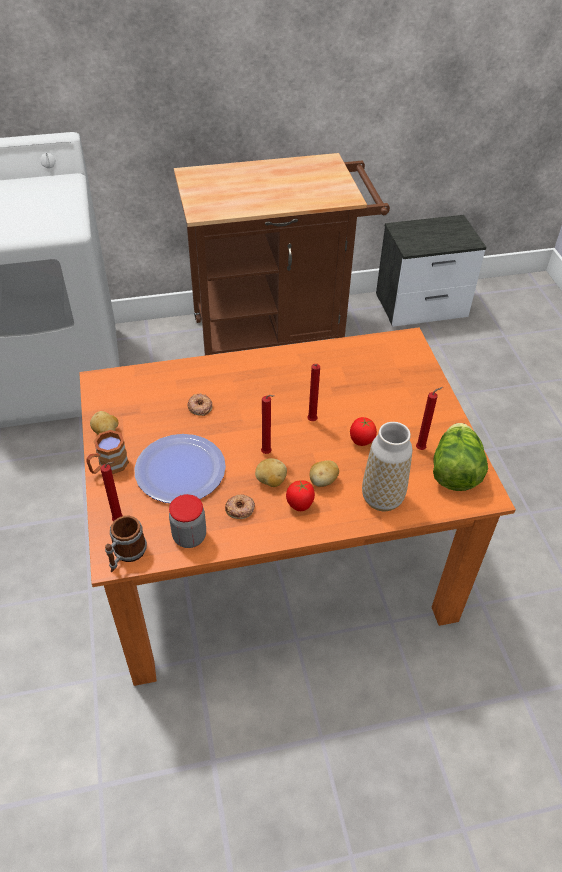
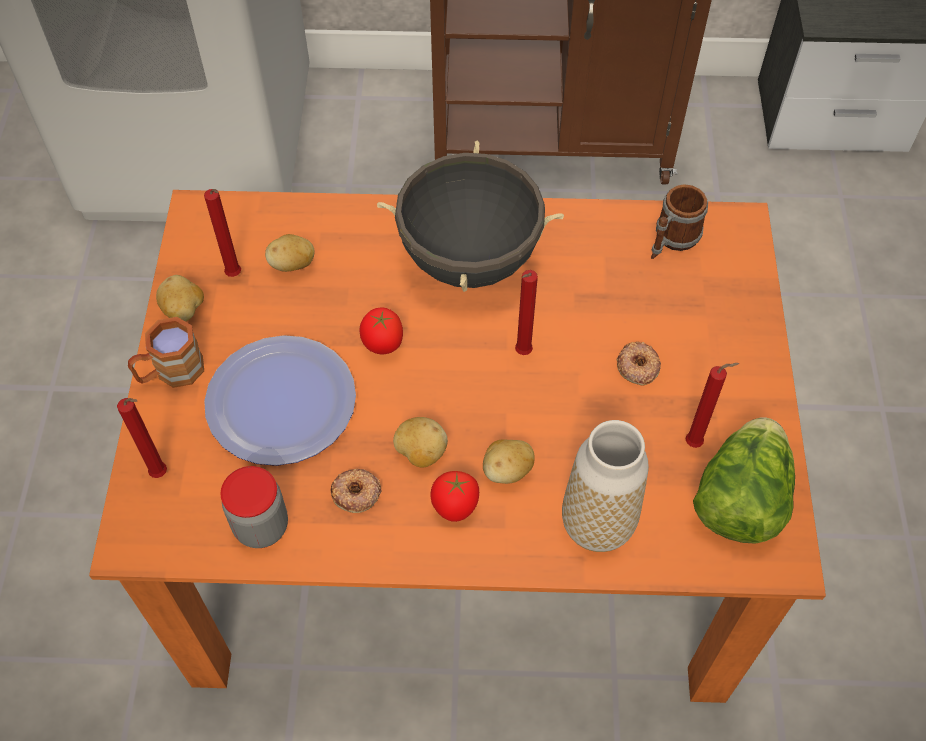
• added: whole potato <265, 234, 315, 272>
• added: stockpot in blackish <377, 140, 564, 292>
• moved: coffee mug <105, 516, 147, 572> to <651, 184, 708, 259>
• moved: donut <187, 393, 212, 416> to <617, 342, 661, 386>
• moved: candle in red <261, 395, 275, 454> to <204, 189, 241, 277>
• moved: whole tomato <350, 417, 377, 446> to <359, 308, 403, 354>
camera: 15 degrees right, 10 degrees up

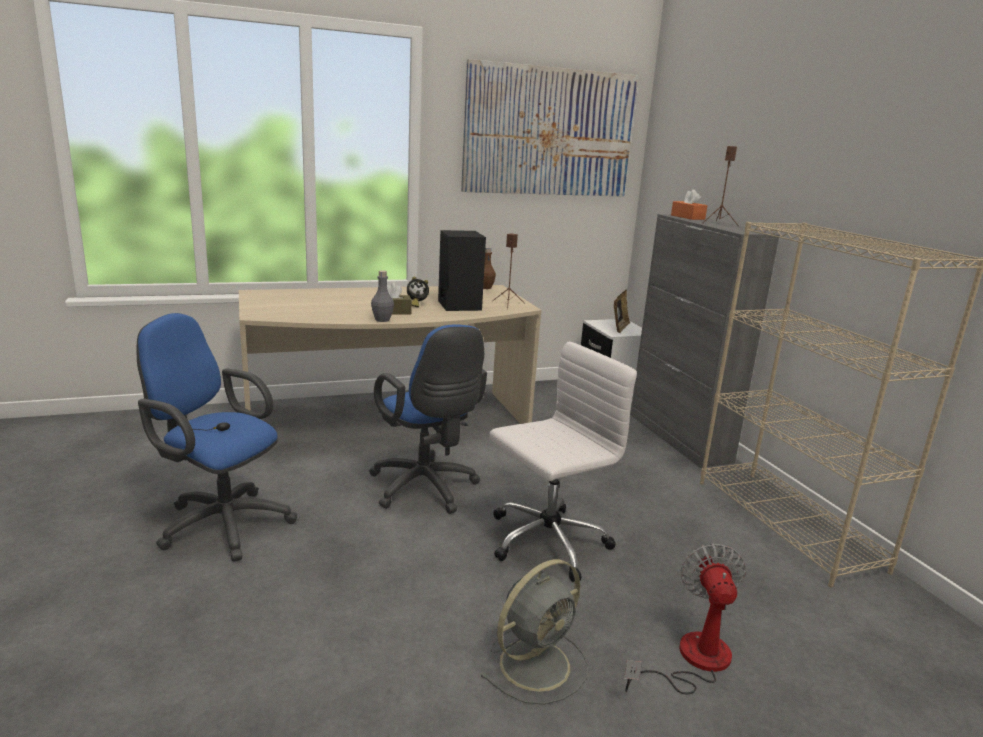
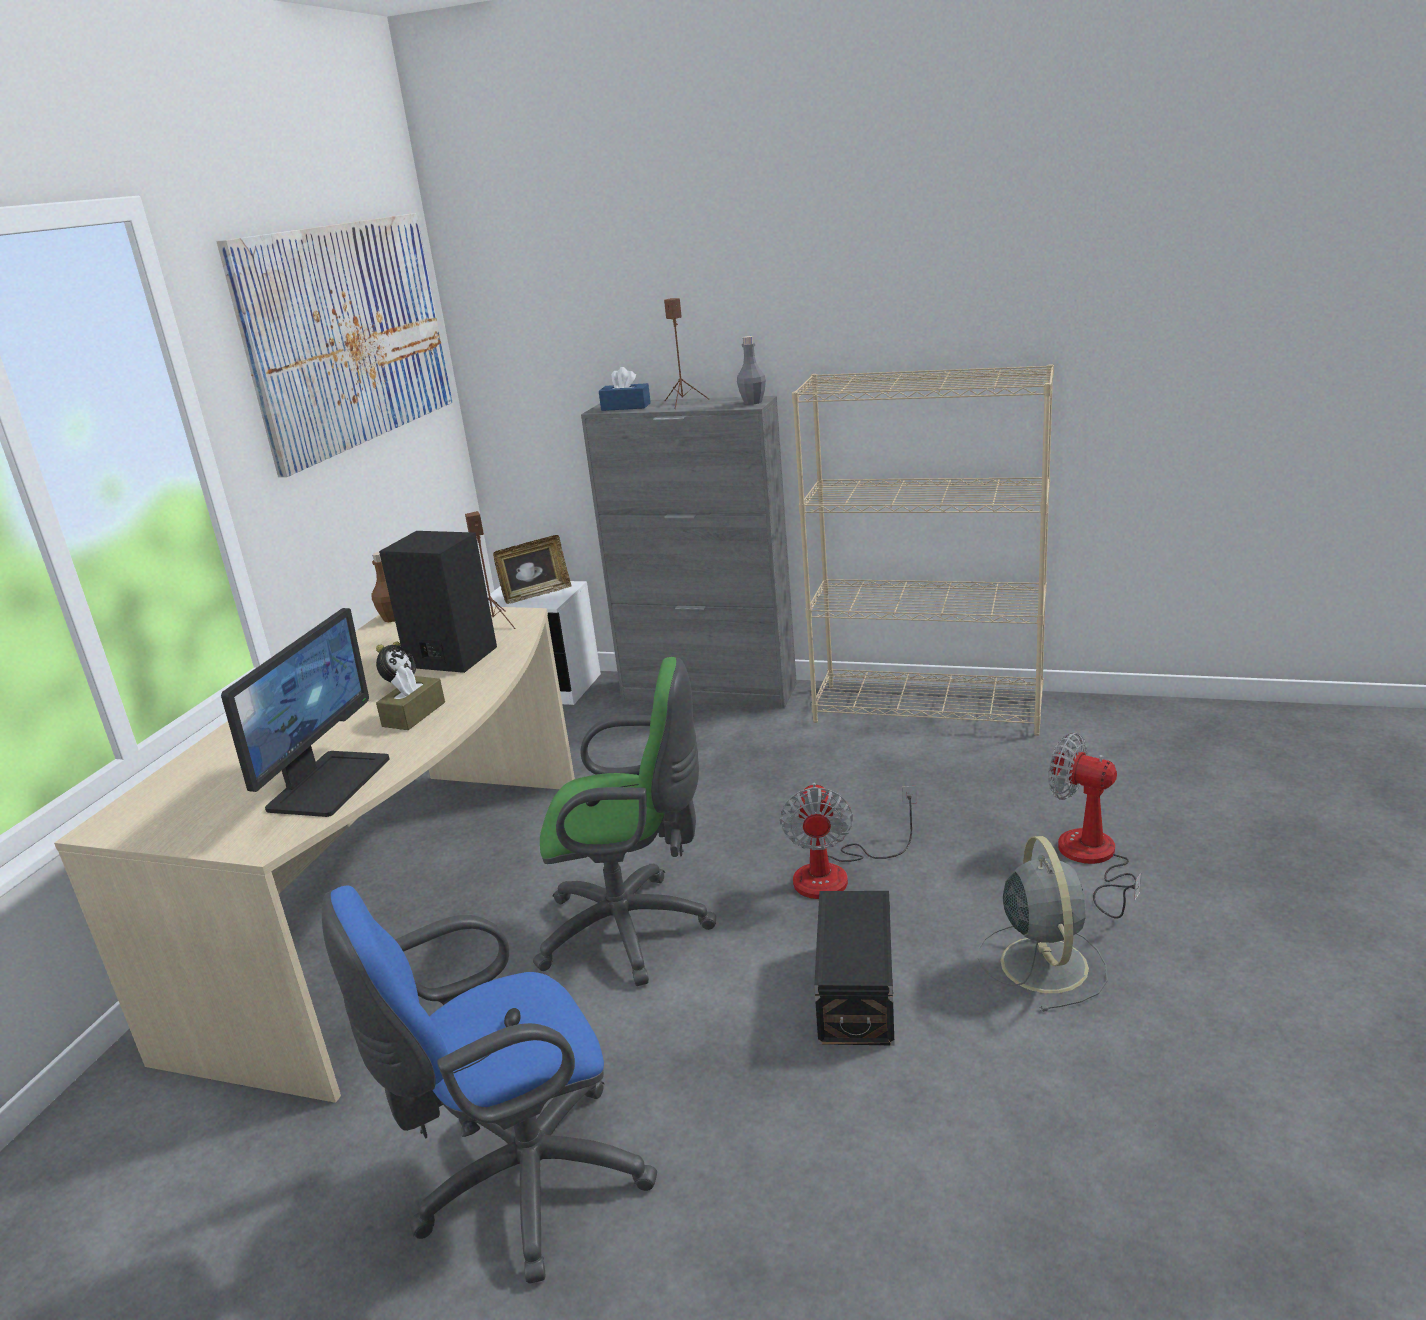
• added: computer screen <221, 608, 390, 817>
• added: storage container in blackish <814, 891, 895, 1046>
• moved: bottle in grey <371, 270, 394, 322> to <737, 336, 766, 405>
• replaced: desk chair in white <489, 342, 637, 582> to cooling fan <780, 783, 916, 899>
• recoloured: desk chair in blue-coloured <369, 325, 487, 514> to desk chair in green <533, 657, 716, 986>
• recoloured: tissue box in orange <671, 189, 707, 220> to tissue box in blue-coloured <599, 367, 651, 411>
• turned: picture frame <614, 290, 630, 333> = <493, 535, 572, 604> 90 degrees clockwise
camera: 50 degrees left, 5 degrees up

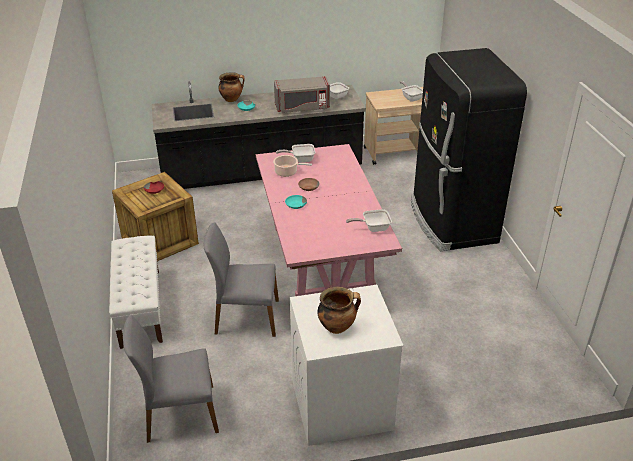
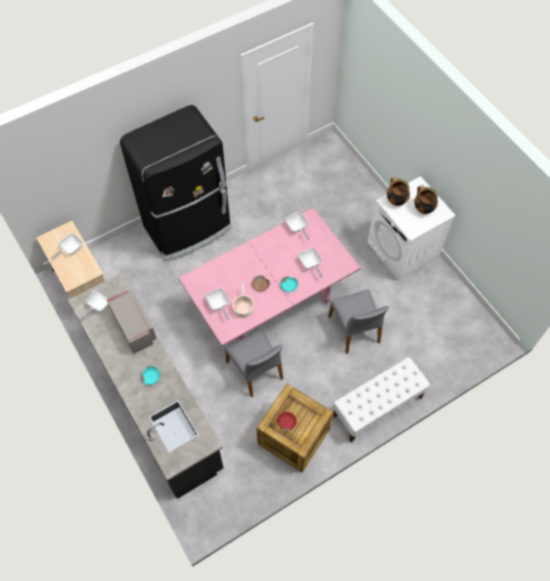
• added: pan <298, 248, 322, 277>
• moved: upright chair in grey <123, 315, 219, 443> to <225, 328, 283, 397>
• moved: stockpot <218, 72, 244, 102> to <387, 177, 410, 206>
camera: 110 degrees left, 25 degrees up

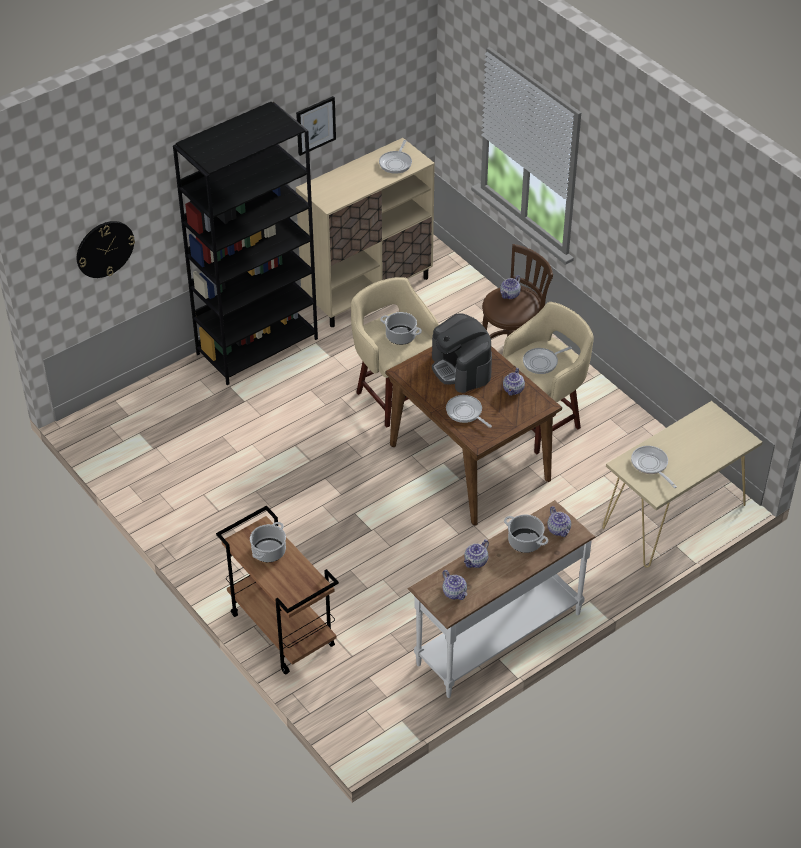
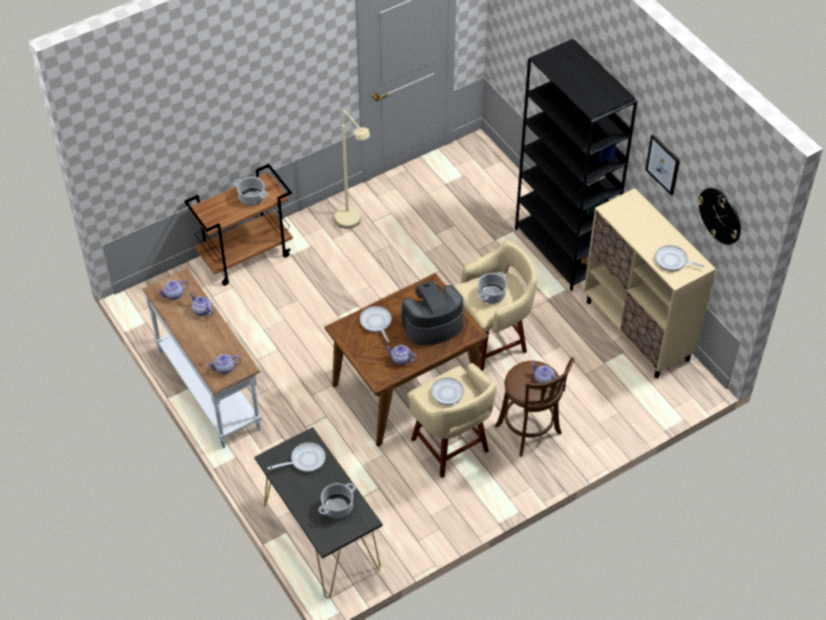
• added: standard lamp in beige-coloured <335, 109, 370, 229>
• moved: wall clock <77, 221, 135, 278> to <697, 188, 741, 245>
• moved: stockpot <504, 515, 548, 553> to <319, 483, 355, 518>
• recoloured: hall table in beige-coloured <602, 401, 762, 568> to hall table in blackish <254, 427, 383, 599>
• turned: pan <446, 395, 492, 428> = <360, 306, 392, 343> 75 degrees counterclockwise
camera: 95 degrees right, 5 degrees up

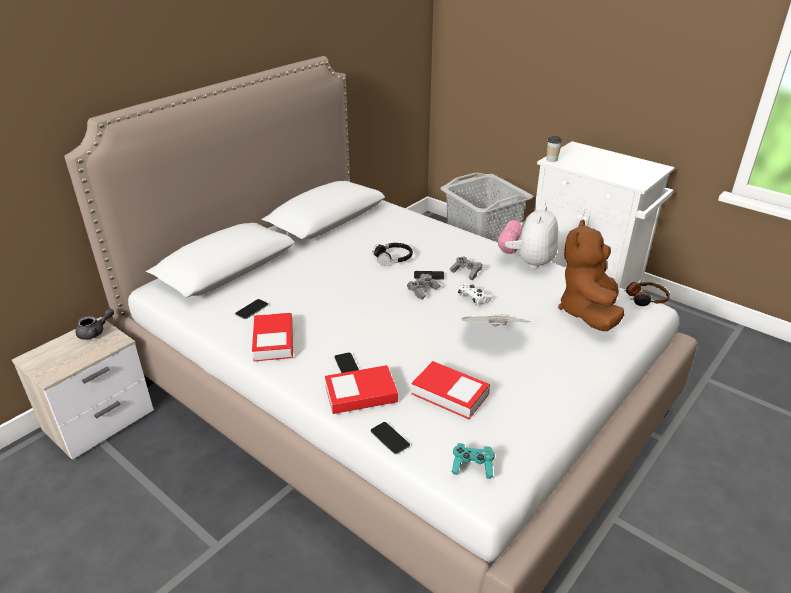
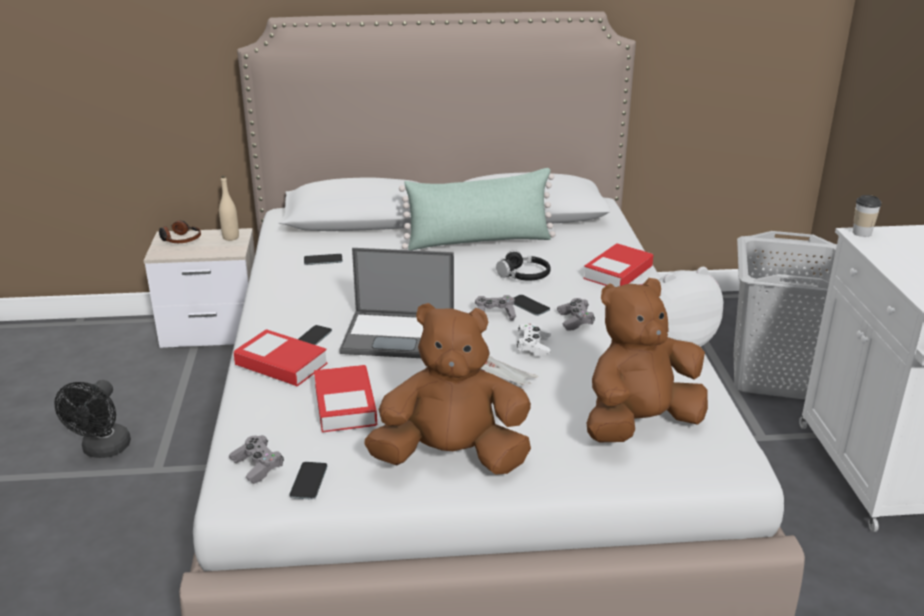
• added: cooling fan in blackish <54, 380, 131, 458>
• added: portable computer <339, 248, 454, 358>
• added: cuddly toy in brown <364, 303, 531, 475>
• added: pillow in green <399, 168, 556, 250>
• moved: book <252, 313, 293, 362> to <583, 243, 653, 287>
• moved: telephone <371, 422, 410, 454> to <289, 462, 327, 500>
• moved: headset <625, 282, 670, 306> to <159, 220, 201, 243>
• replaced: pot for tea in grey <75, 308, 114, 340> to bottle in beige-coloured <219, 176, 239, 241>
• recoloured: joypad in turquoise-coloured <451, 443, 495, 479> to joypad in grey <229, 435, 284, 484>
camera: 45 degrees right, 5 degrees down

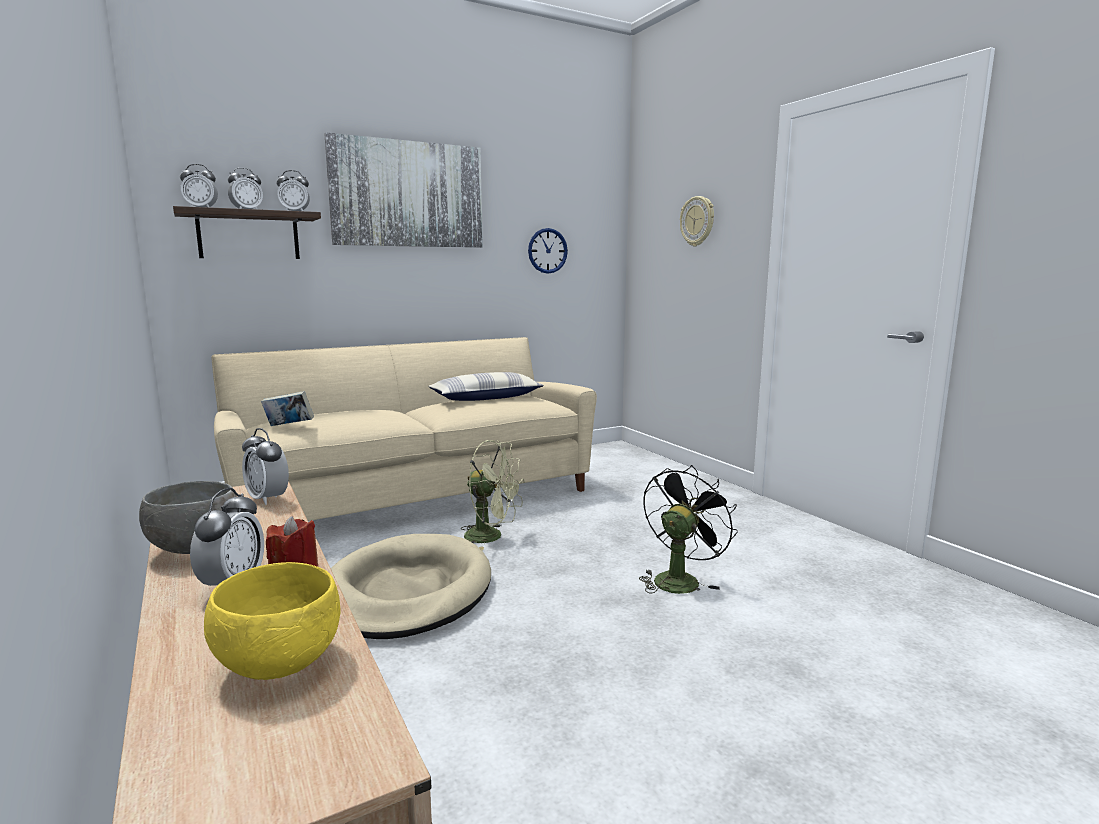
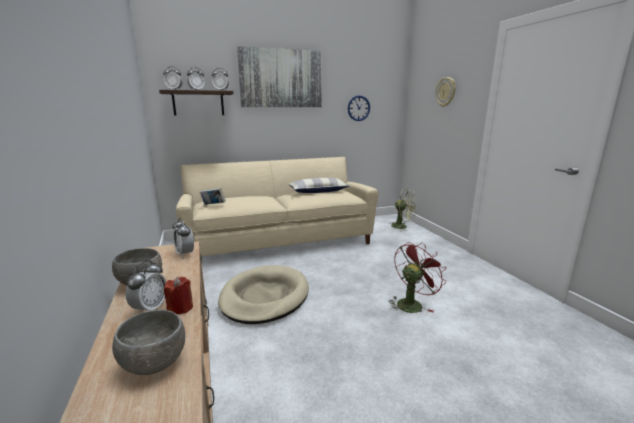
• moved: cooling fan in green <461, 440, 525, 550> to <391, 189, 417, 231>
• recoloured: serving bowl in yellow-coloured <204, 562, 341, 680> to serving bowl in grey <112, 310, 185, 375>
• recoloured: cooling fan in blackish <639, 465, 738, 594> to cooling fan in red <389, 242, 446, 313>
camera: 10 degrees right, 5 degrees up

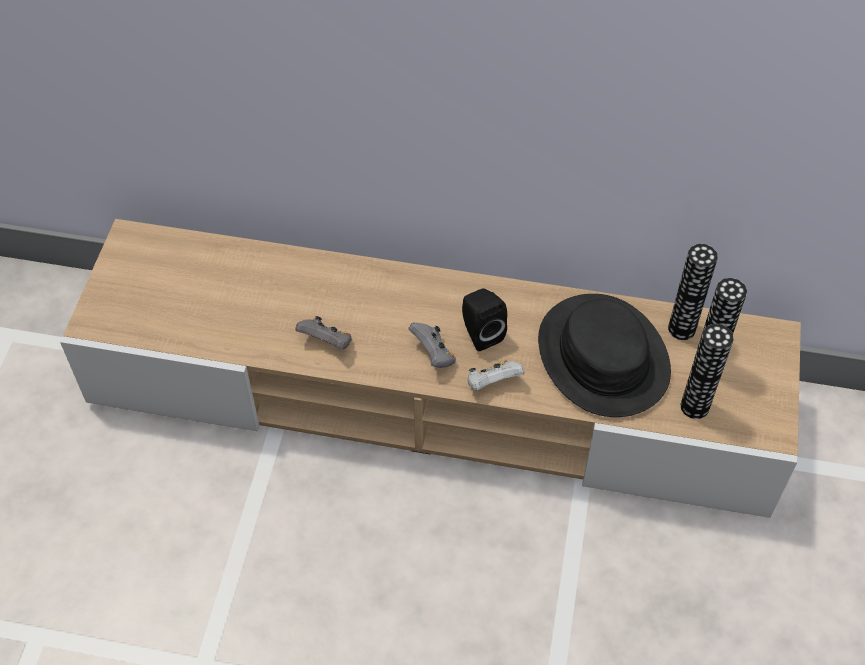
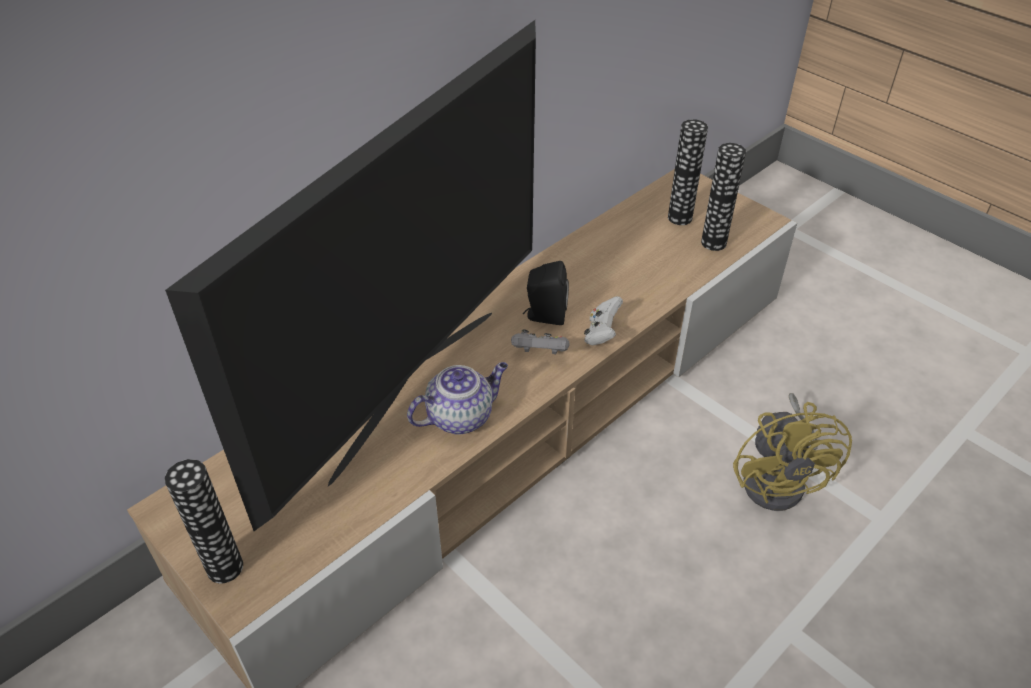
• removed: clothing hat in blackish <538, 294, 671, 417>
• added: TV <165, 20, 536, 531>
• added: cooling fan in yellow-coloured <733, 393, 852, 511>
• moved: decorative vase <668, 244, 718, 340> to <165, 459, 243, 583>
• replaced: joypad in grey <295, 316, 352, 350> to pot for tea <407, 362, 508, 434>
camera: 55 degrees left, 10 degrees down

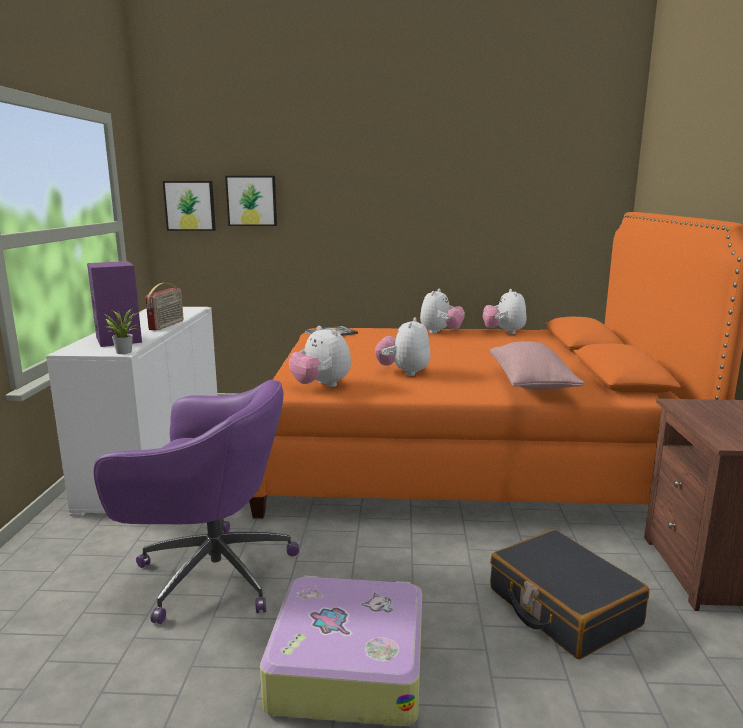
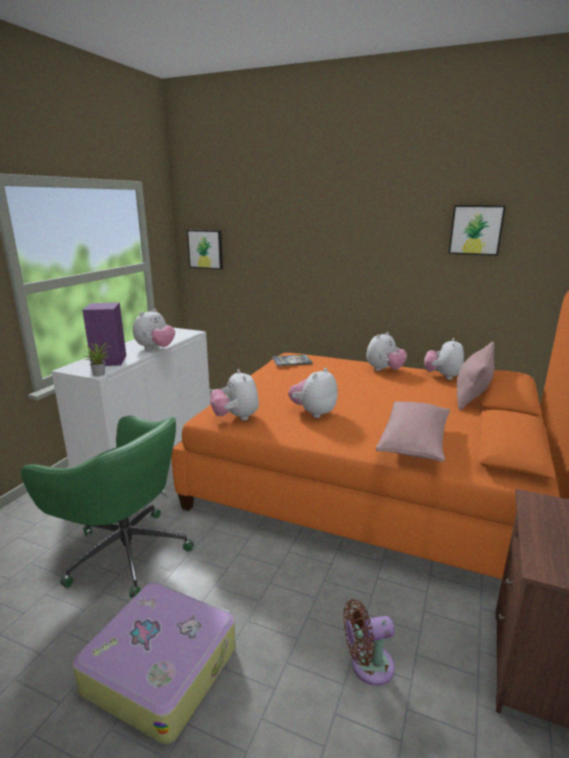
• added: pillow in pinkish <457, 341, 494, 410>
• moved: wall art <225, 176, 277, 226> to <448, 205, 506, 256>
• replaced: radio set <145, 283, 184, 331> to cuddly toy <133, 309, 175, 350>
• replaced: piece of luggage in blackish <490, 529, 649, 659> to cooling fan in brown <343, 599, 395, 686>
• recoloured: desk chair in purple <94, 380, 299, 624> to desk chair in green <21, 415, 194, 598>
camera: 20 degrees right, 5 degrees up

